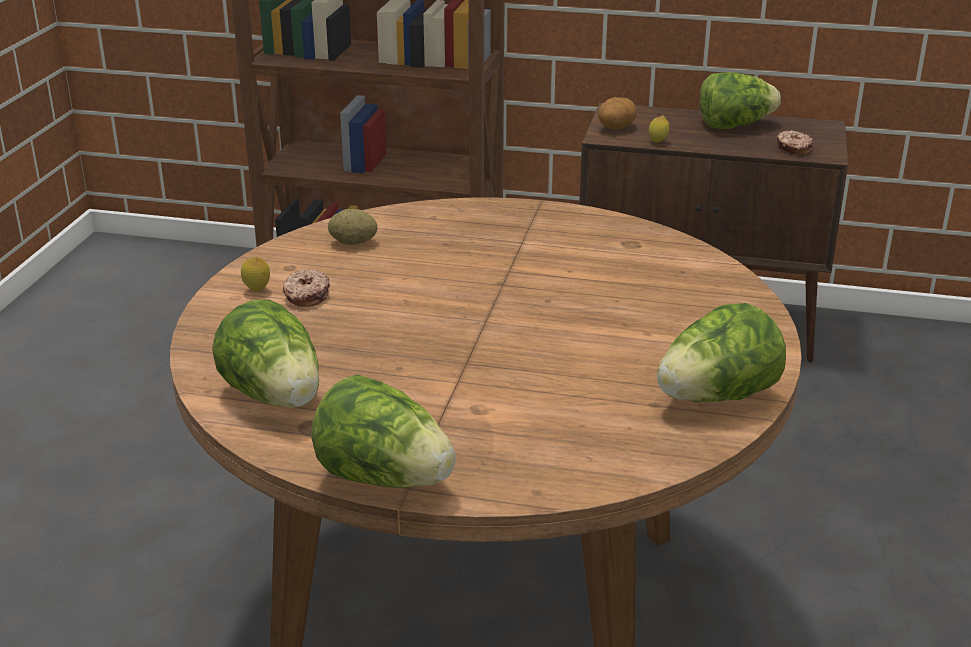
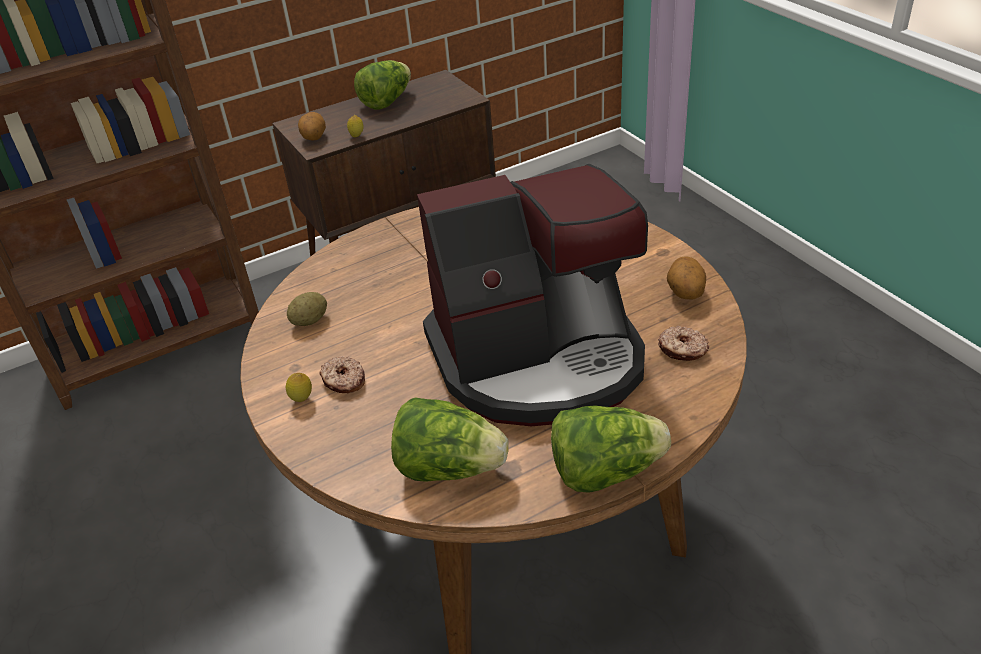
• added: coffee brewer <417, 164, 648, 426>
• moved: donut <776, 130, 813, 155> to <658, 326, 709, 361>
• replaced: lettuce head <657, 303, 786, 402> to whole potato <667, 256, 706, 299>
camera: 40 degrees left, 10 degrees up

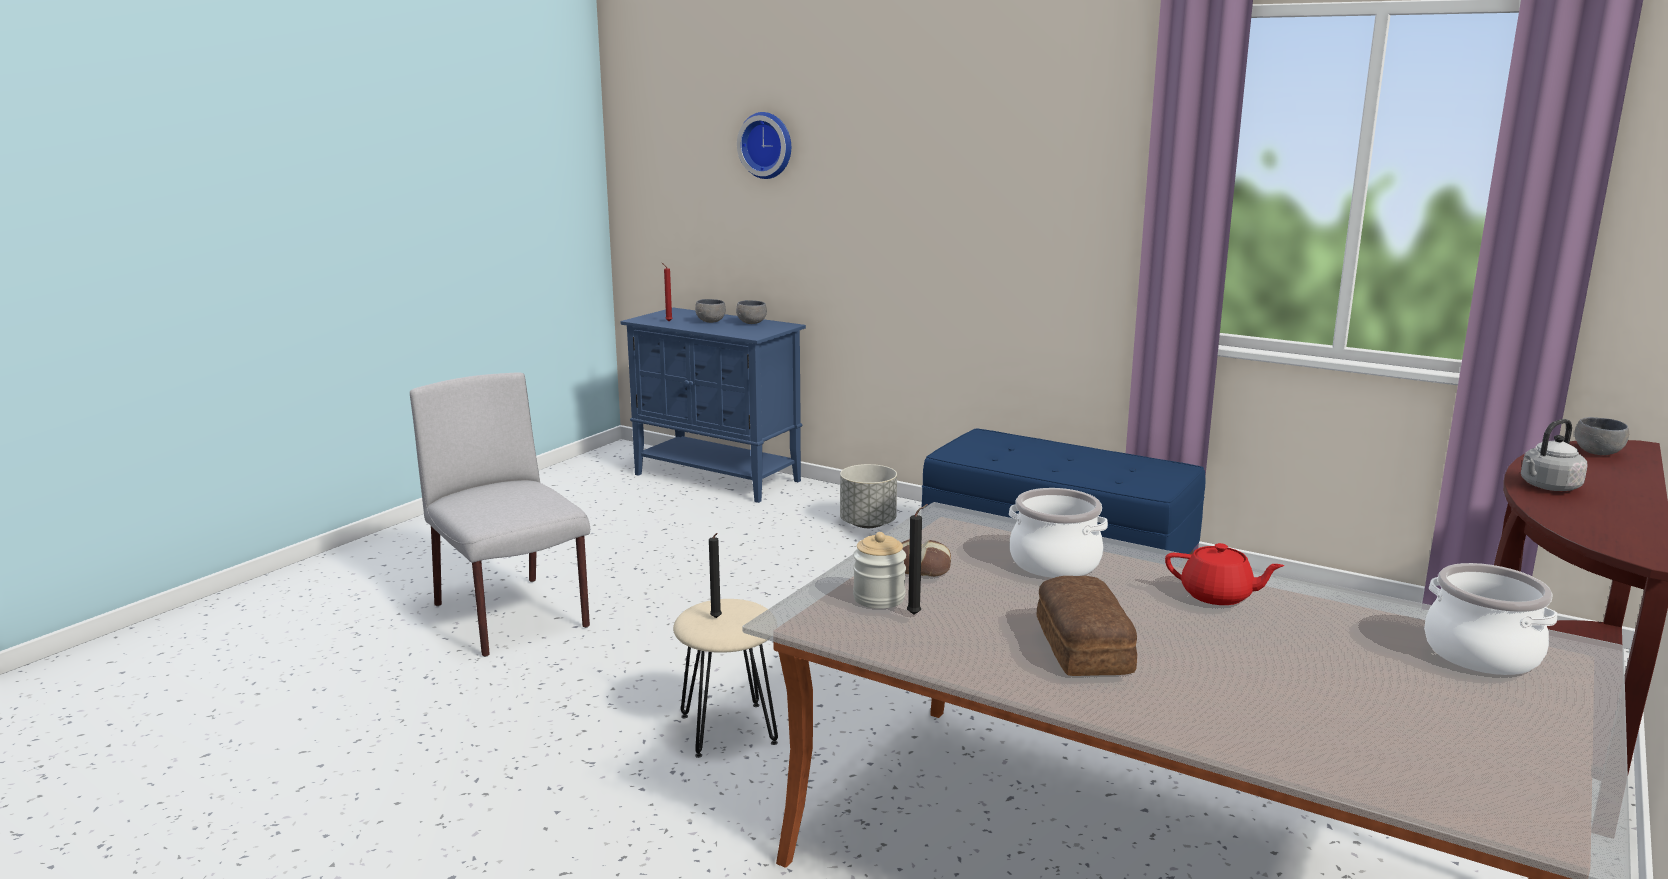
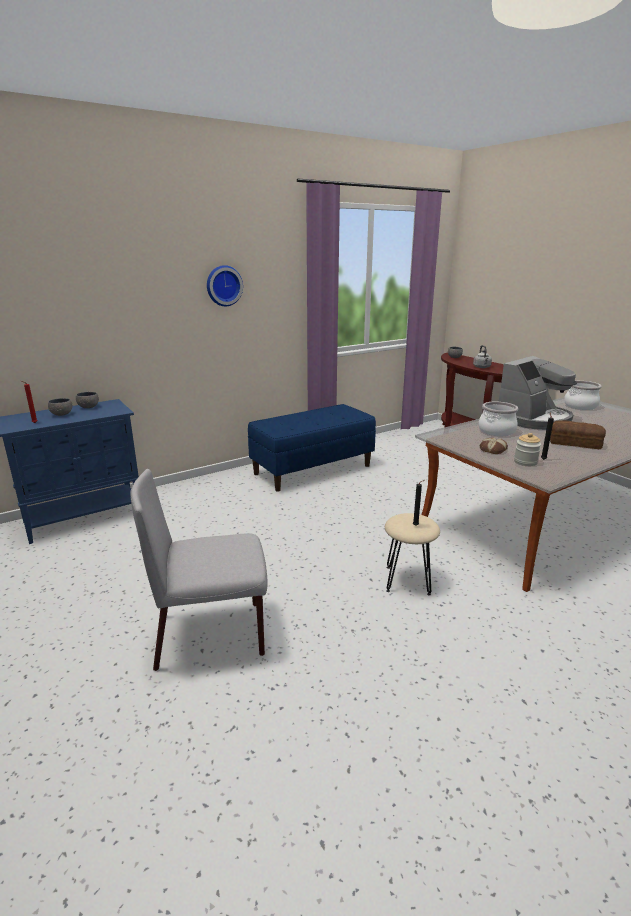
• removed: planter in grey <840, 464, 897, 528>
• moved: wall clock <737, 112, 791, 179> to <207, 265, 243, 306>
• replaced: pot for tea in red <1165, 543, 1284, 605> to coffee brewer <499, 356, 577, 430>
camera: 65 degrees left, 5 degrees up

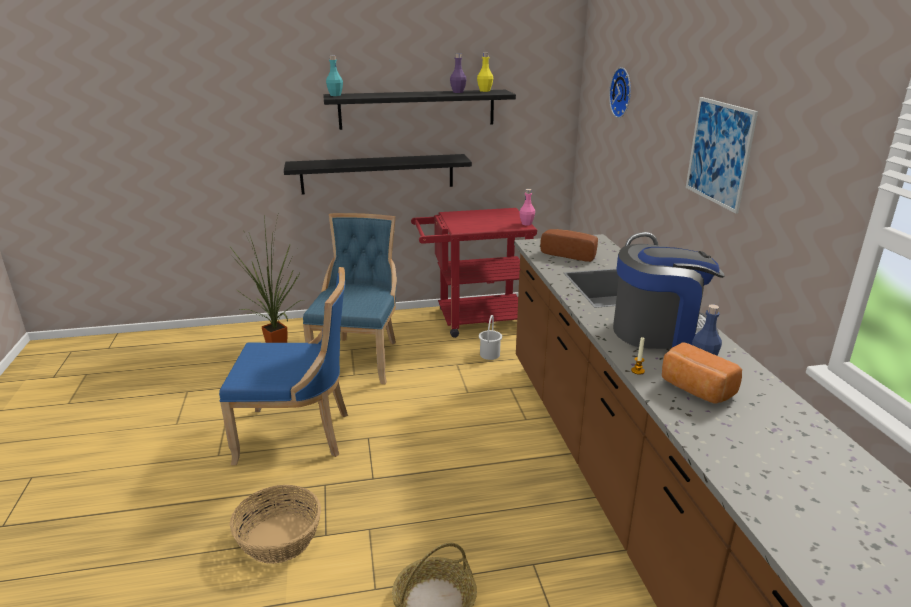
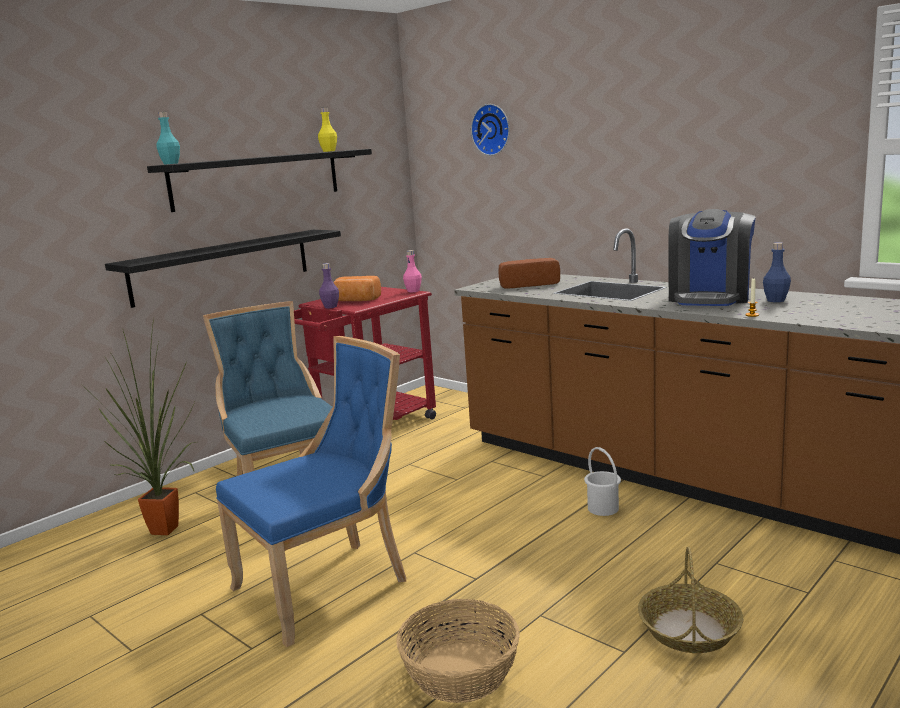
• removed: wall art <686, 97, 758, 214>
• moved: bottle in purple <450, 53, 467, 93> to <319, 263, 339, 308>
• moved: bucket in white <479, 315, 502, 360> to <584, 447, 621, 516>
• moved: bakery bread <662, 342, 742, 404> to <333, 276, 381, 301>
• turned: coffee brewer <613, 244, 725, 349> = <668, 209, 756, 306> 150 degrees clockwise
camera: 35 degrees left, 10 degrees down

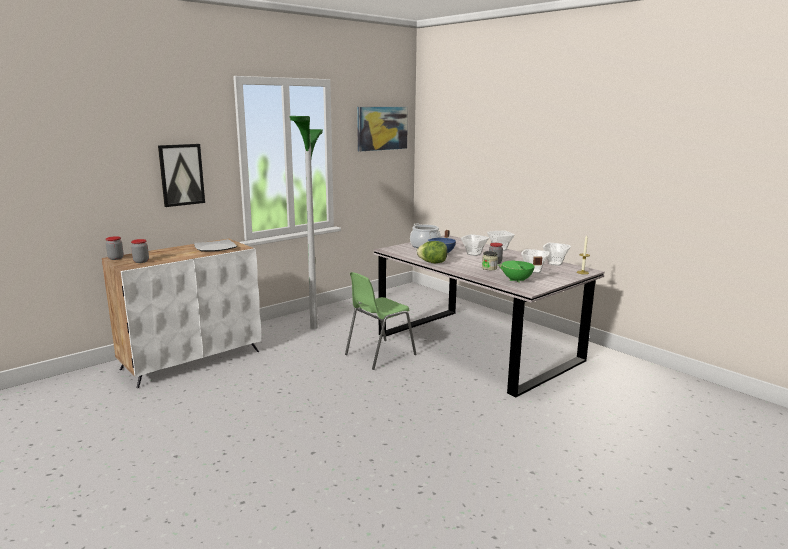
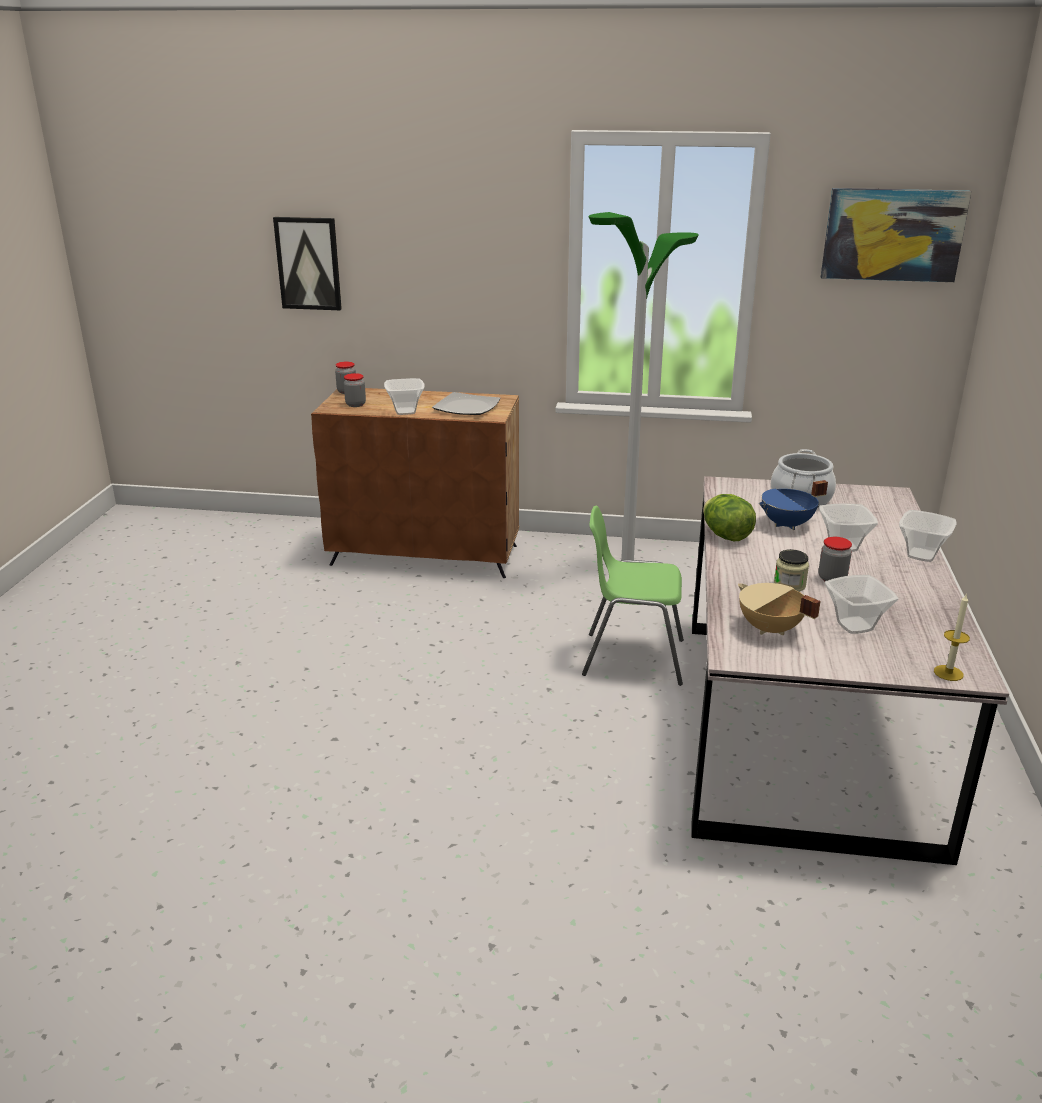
• moved: wall art <158, 144, 205, 207> to <273, 217, 342, 310>
• moved: serving bowl <543, 243, 571, 266> to <384, 378, 424, 415>
• recoloured: cupboard in white <102, 239, 261, 388> to cupboard in brown <311, 388, 519, 578>
• recoloured: stockpot in green <498, 257, 542, 283> to stockpot in beige-coloured <738, 583, 821, 635>
camera: 50 degrees right, 10 degrees up

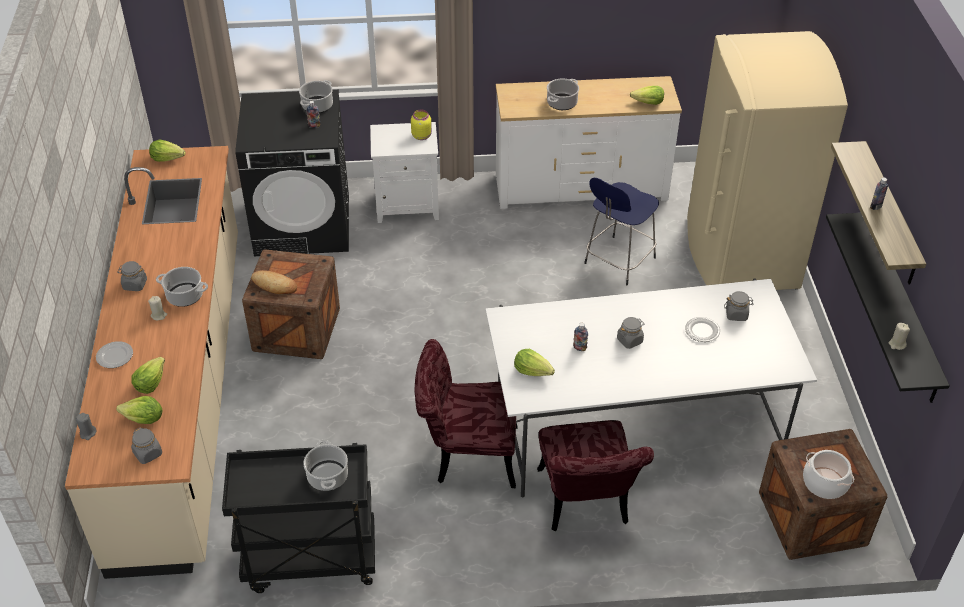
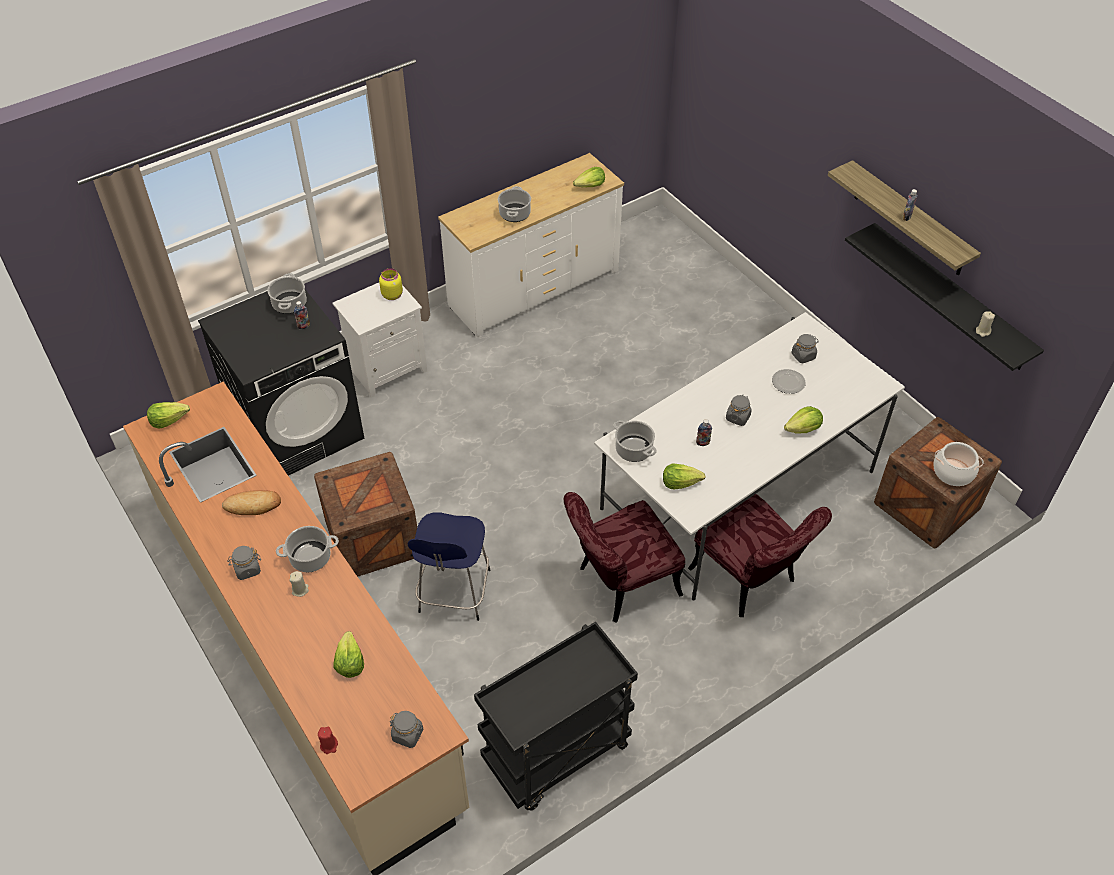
• removed: plate <96, 341, 133, 368>
• removed: refrigerator in beige-coloured <687, 31, 848, 290>
• moved: lettuce head <116, 396, 162, 424> to <784, 406, 823, 434>
• moved: bakery bread <251, 270, 297, 294> to <222, 490, 281, 515>
• moved: stockpot <303, 440, 348, 491> to <614, 420, 657, 462>
• moved: sitting stool in blue-coloured <584, 178, 659, 286> to <407, 513, 490, 621>
• recoloured: candle in grey <76, 413, 96, 440> to candle in red <318, 727, 338, 754>
camera: 30 degrees left, 5 degrees up

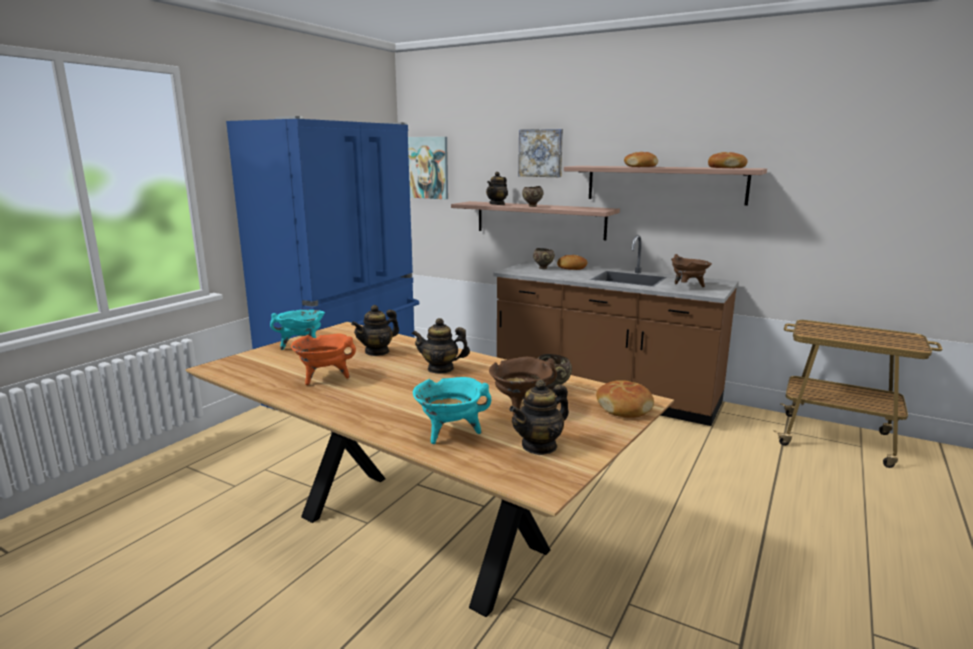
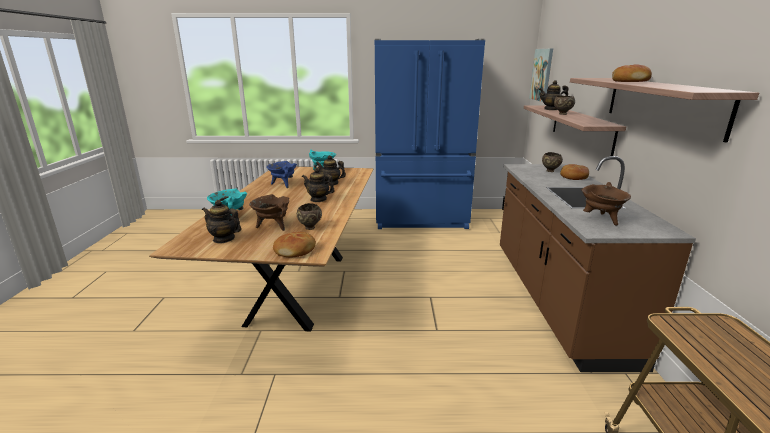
• removed: wall art <518, 129, 563, 177>
• removed: bakery bread <708, 152, 748, 168>
• recoloured: stockpot in orange <291, 333, 356, 385> to stockpot in blue-coloured <266, 161, 297, 188>
• turned: pot for tea <412, 318, 470, 374> = <302, 168, 335, 202> 45 degrees counterclockwise
camera: 60 degrees right, 5 degrees up

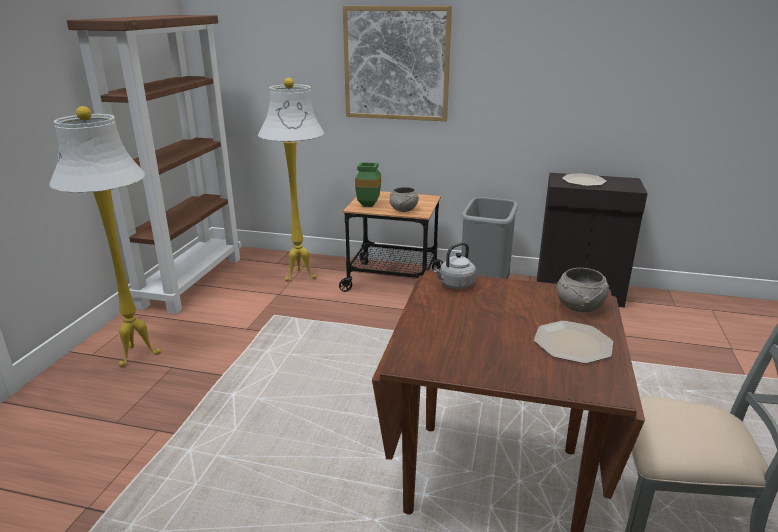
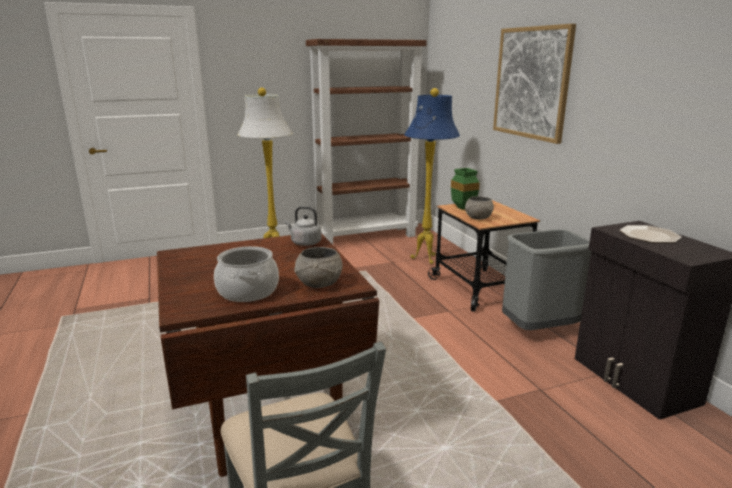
• replaced: plate <534, 321, 613, 364> to stockpot <214, 246, 279, 302>
• recoloured: standard lamp in white <258, 78, 324, 282> to standard lamp in blue-coloured <404, 88, 460, 264>
camera: 55 degrees right, 5 degrees down

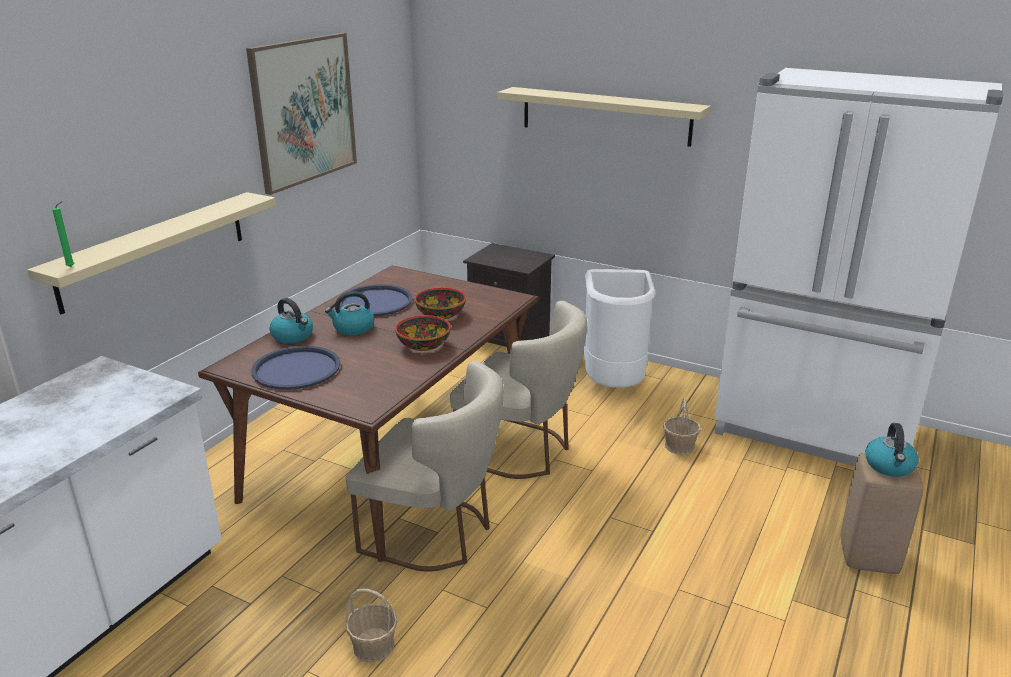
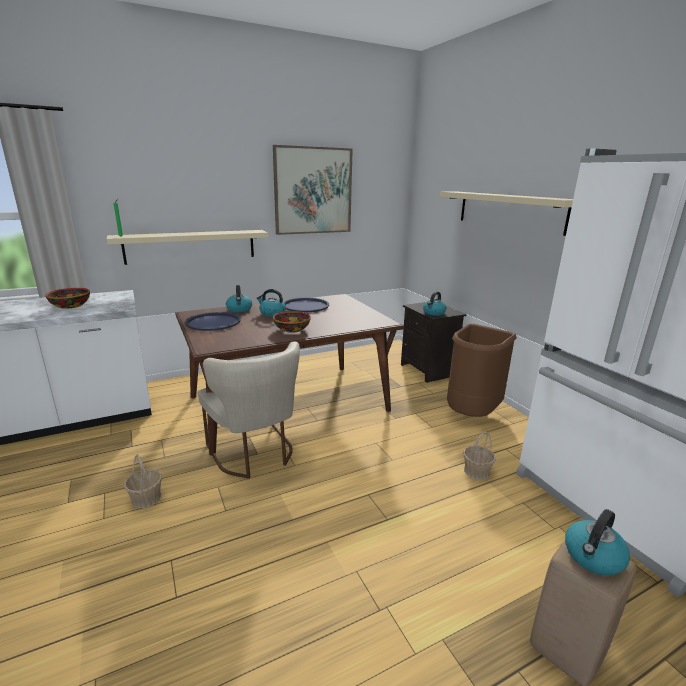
• removed: upright chair in beige-coloured <450, 301, 587, 479>
• added: kettle <423, 291, 446, 316>
• moved: serving bowl <415, 287, 466, 319> to <45, 288, 90, 309>
• recoloured: rubbish bin in white <584, 269, 655, 388> to rubbish bin in brown <447, 324, 517, 417>
camera: 35 degrees right, 5 degrees down

